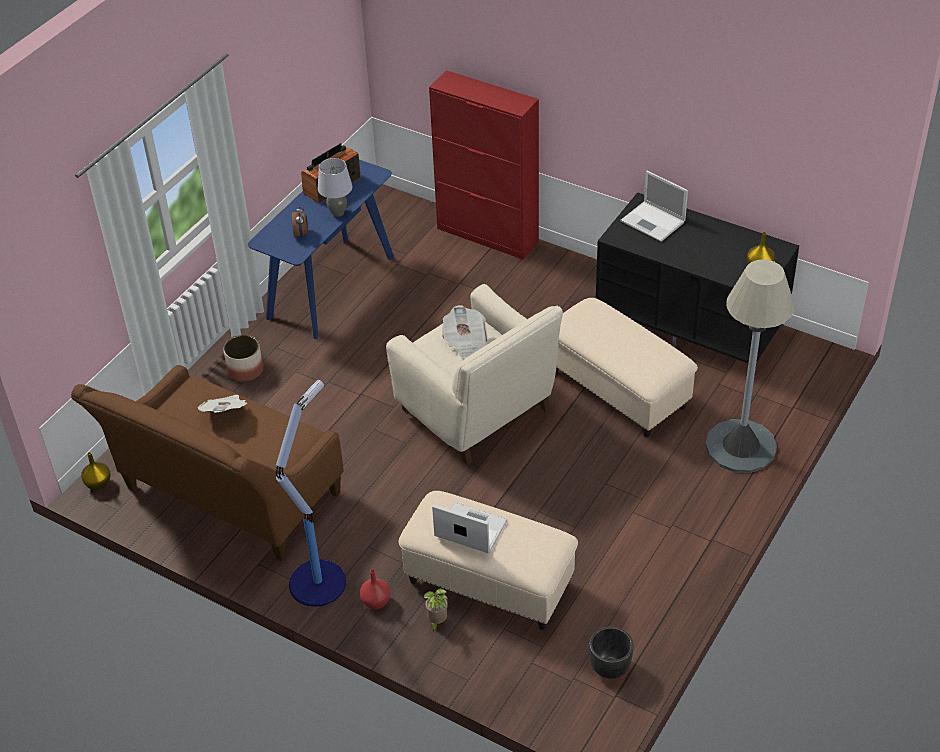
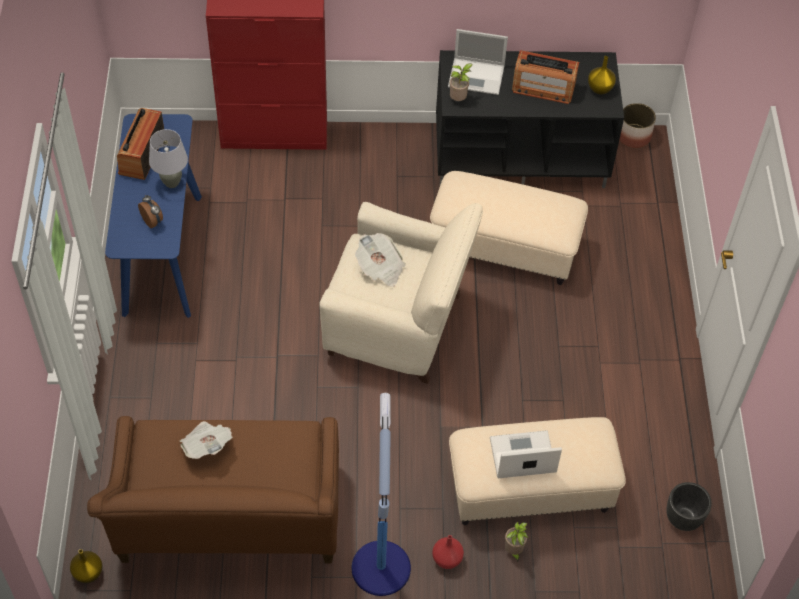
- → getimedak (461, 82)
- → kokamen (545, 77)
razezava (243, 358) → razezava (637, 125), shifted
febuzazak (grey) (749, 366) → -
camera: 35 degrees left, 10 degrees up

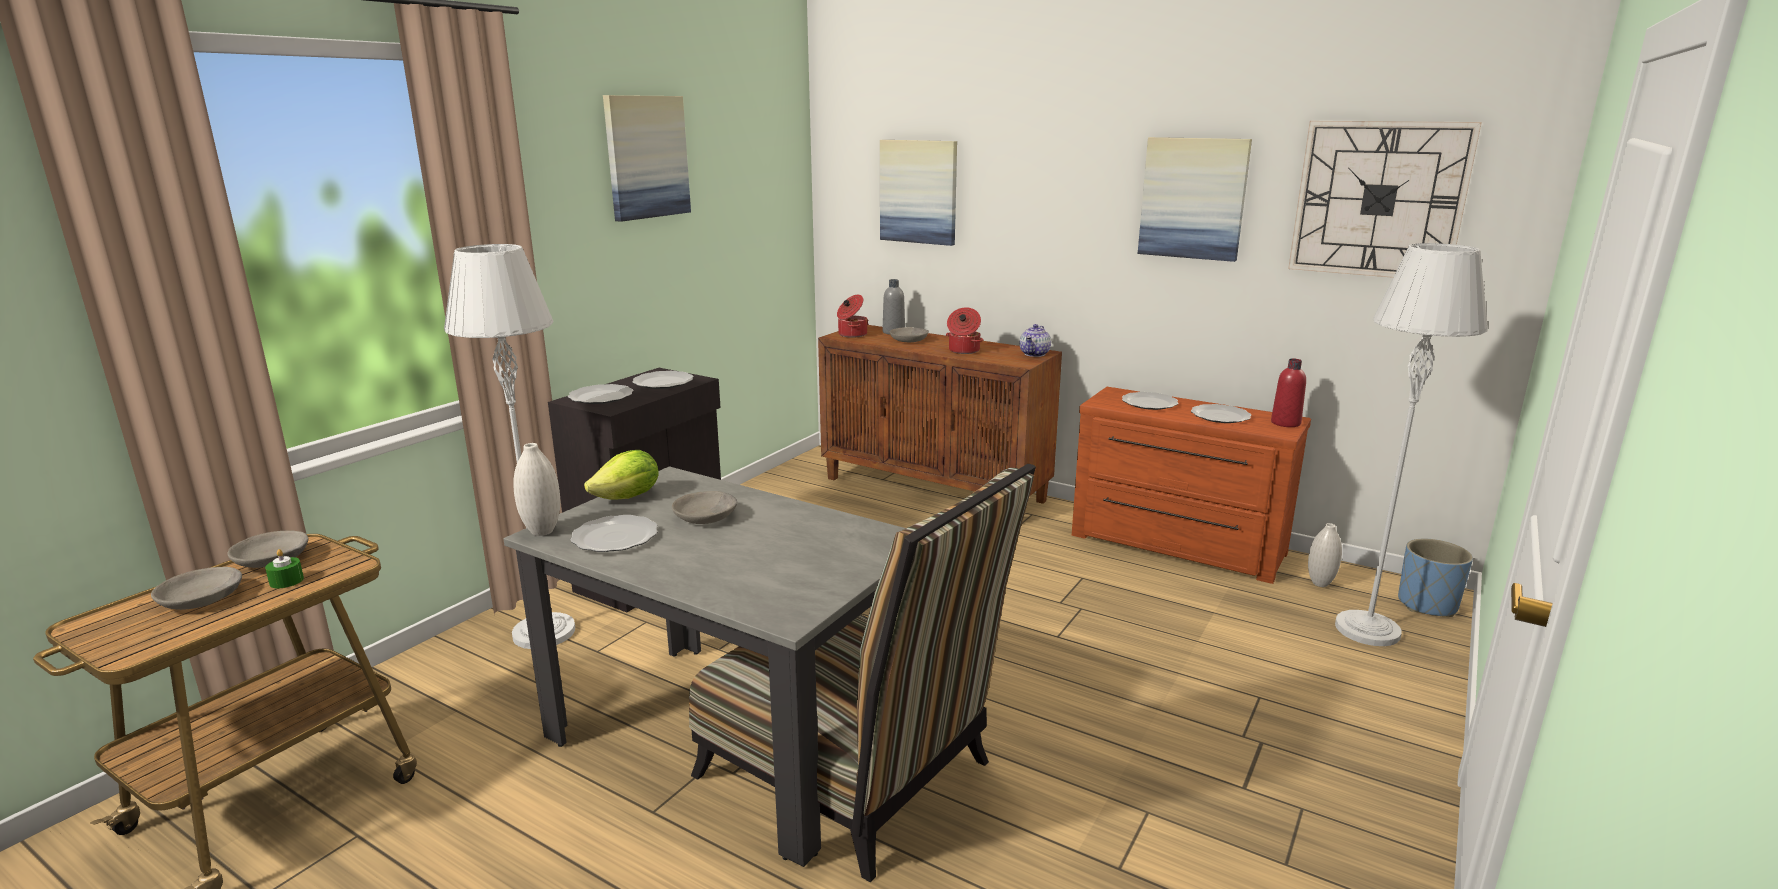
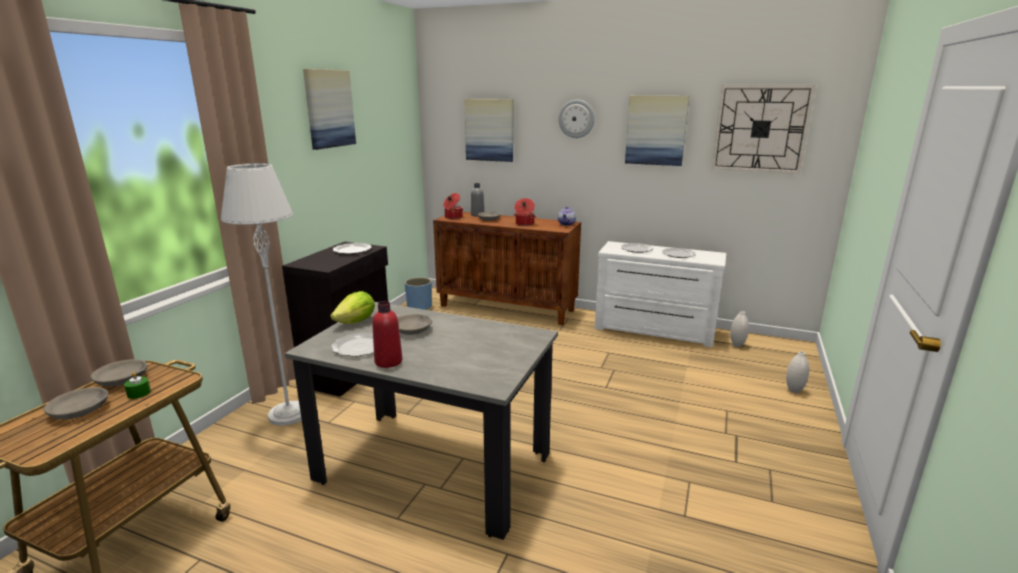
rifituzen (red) (1288, 393) → rifituzen (red) (387, 334), shifted
razezava (blue) (1435, 578) → razezava (blue) (418, 293), shifted
- → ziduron (577, 118)
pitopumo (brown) (1191, 485) → pitopumo (white) (660, 294)
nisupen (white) (536, 489) → nisupen (white) (797, 372), shifted
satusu (600, 394) → -
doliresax (862, 673) → -
febuzazak (grey) (1411, 444) → -
camera: 10 degrees left, 0 degrees up

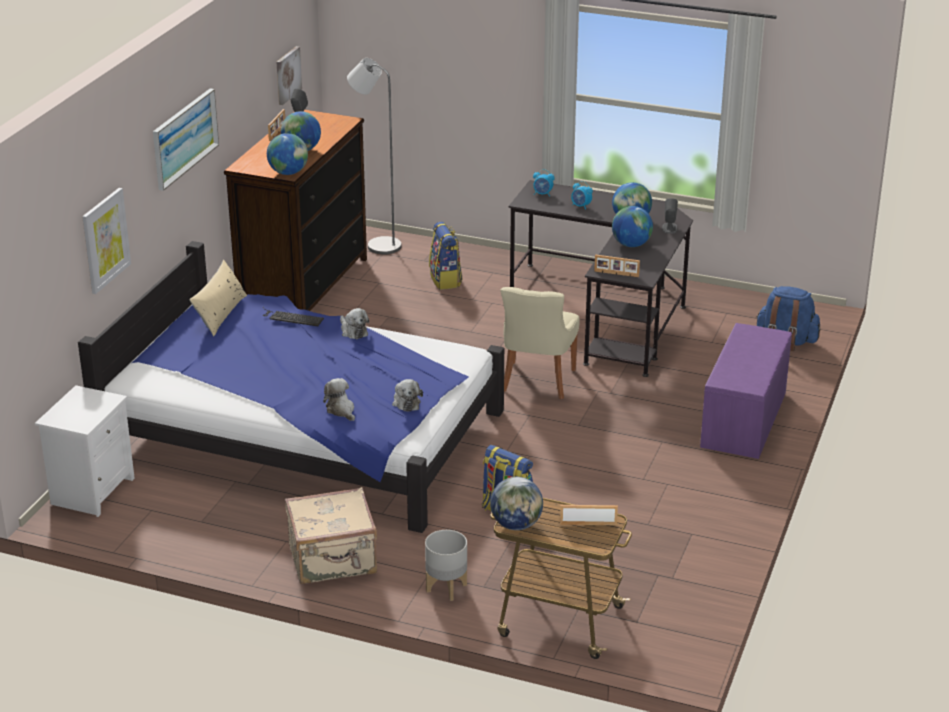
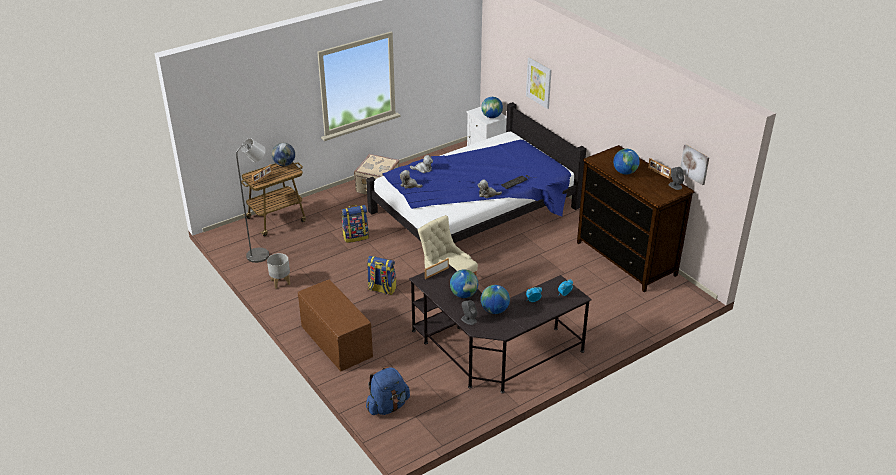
febuzazak (grey) (374, 156) → febuzazak (grey) (252, 200), shifted
razezava (grey) (446, 565) → razezava (grey) (278, 271), shifted
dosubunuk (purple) (746, 391) → dosubunuk (brown) (335, 325)
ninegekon (446, 256) → ninegekon (381, 275), shifted
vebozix (287, 154) → vebozix (492, 107), shifted
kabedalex (186, 139) → -
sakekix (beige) (218, 298) → -
camera: 125 degrees right, 5 degrees up

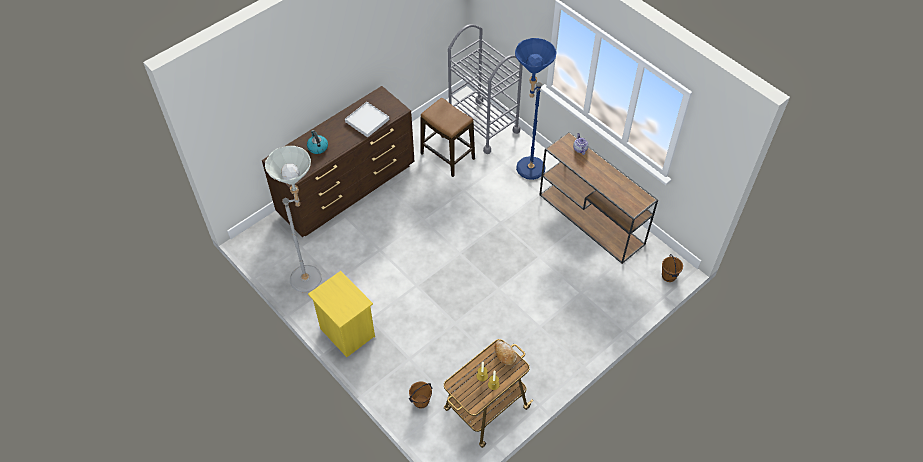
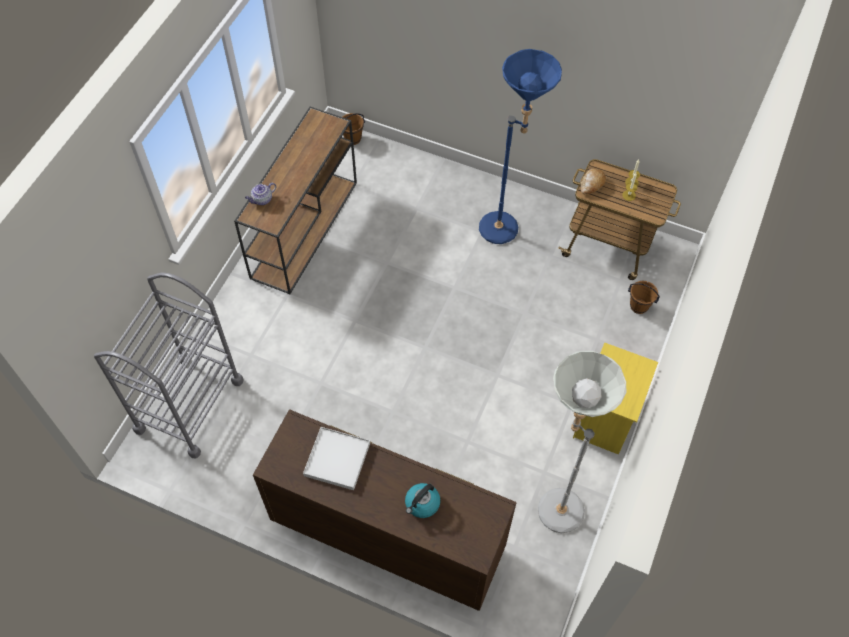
febuzazak (blue) (535, 109) → febuzazak (blue) (520, 146), shifted
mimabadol (447, 137) → -
camera: 115 degrees left, 5 degrees up

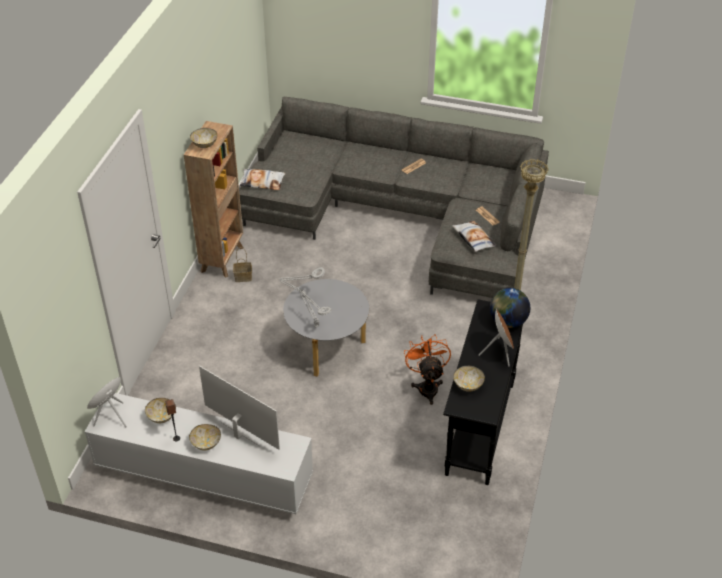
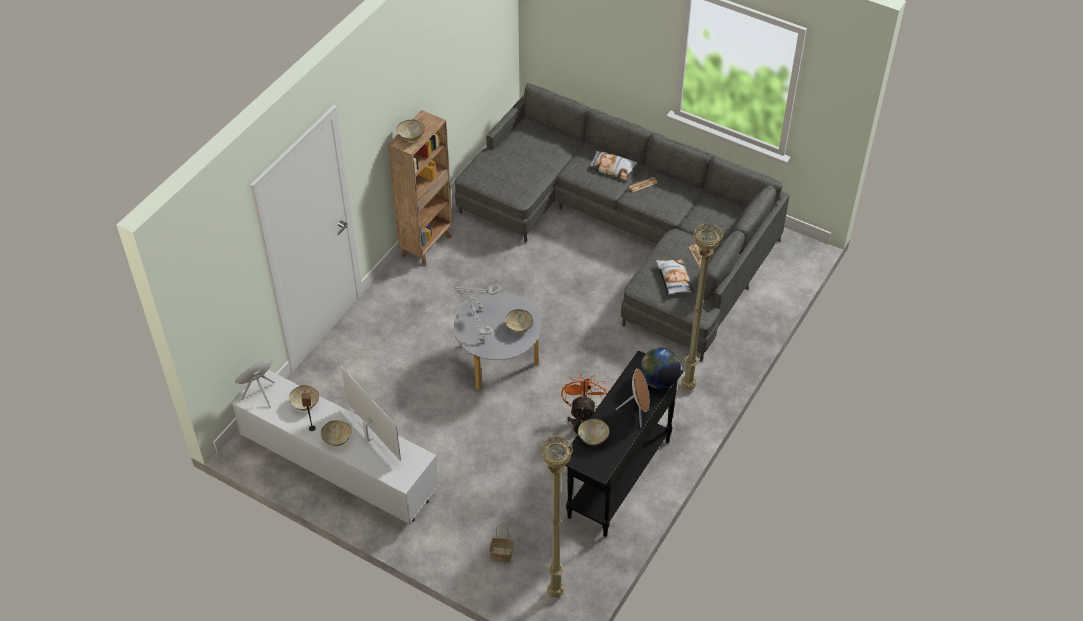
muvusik (242, 264) → muvusik (501, 544), shifted
- → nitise (519, 321)
- → febuzazak (beige) (556, 516)
sakekix (262, 179) → sakekix (612, 165), shifted
camera: 15 degrees right, 5 degrees up

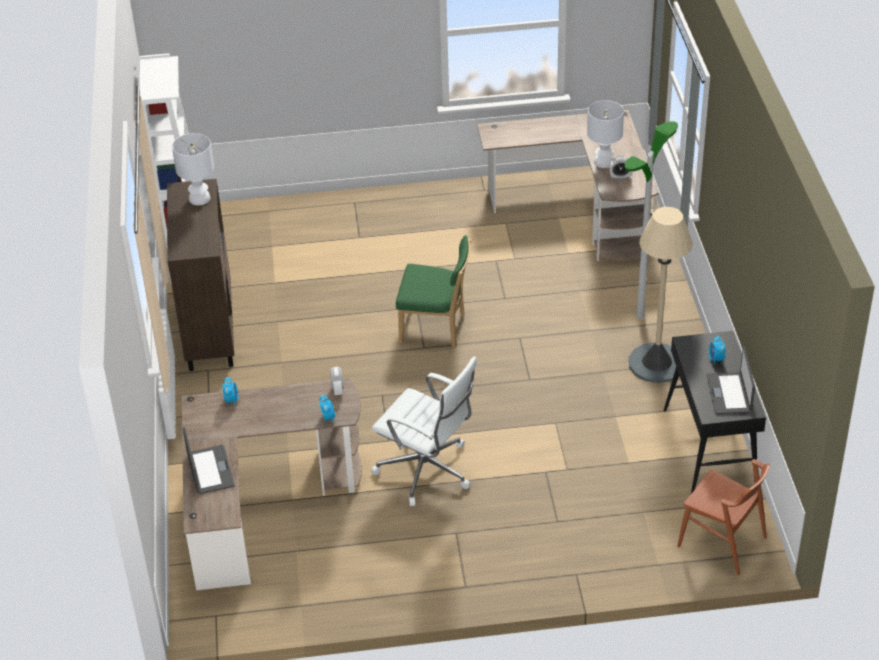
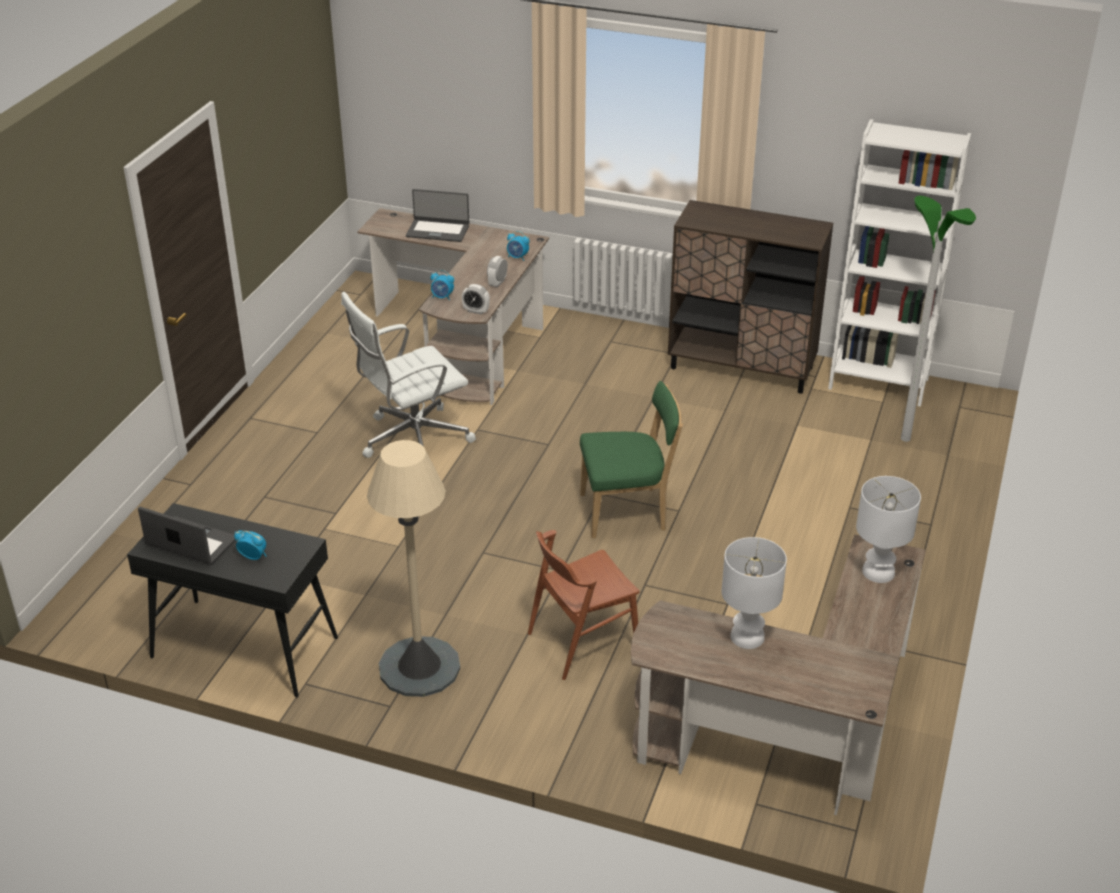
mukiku (620, 167) → mukiku (497, 271), shifted
doliresax (brown) (723, 517) → doliresax (brown) (584, 605), shifted
doliresax (green) (433, 291) → doliresax (green) (631, 459), 135 degrees counterclockwise
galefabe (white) (193, 169) → galefabe (white) (888, 529), shifted
febuzazak (651, 221) → febuzazak (938, 319), shifted
camera: 115 degrees right, 5 degrees down

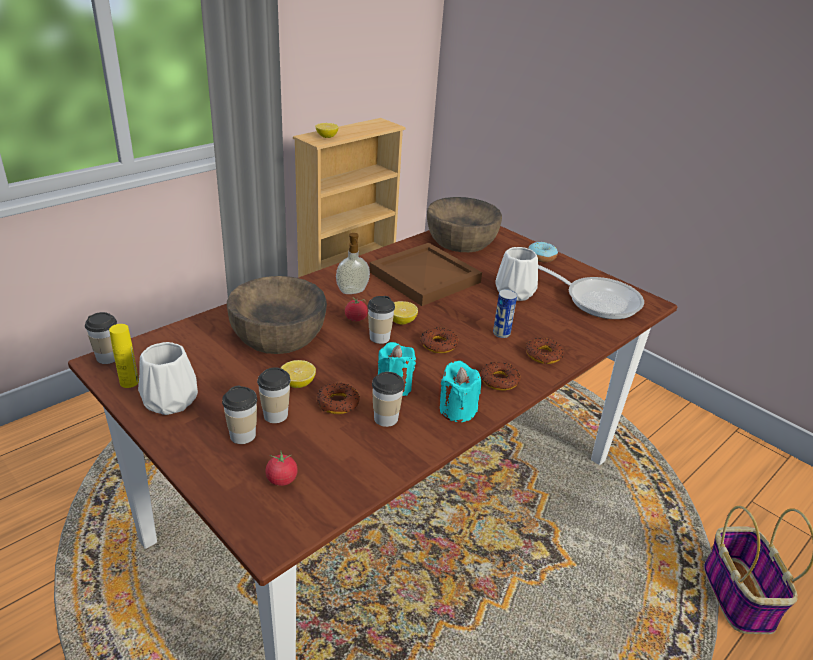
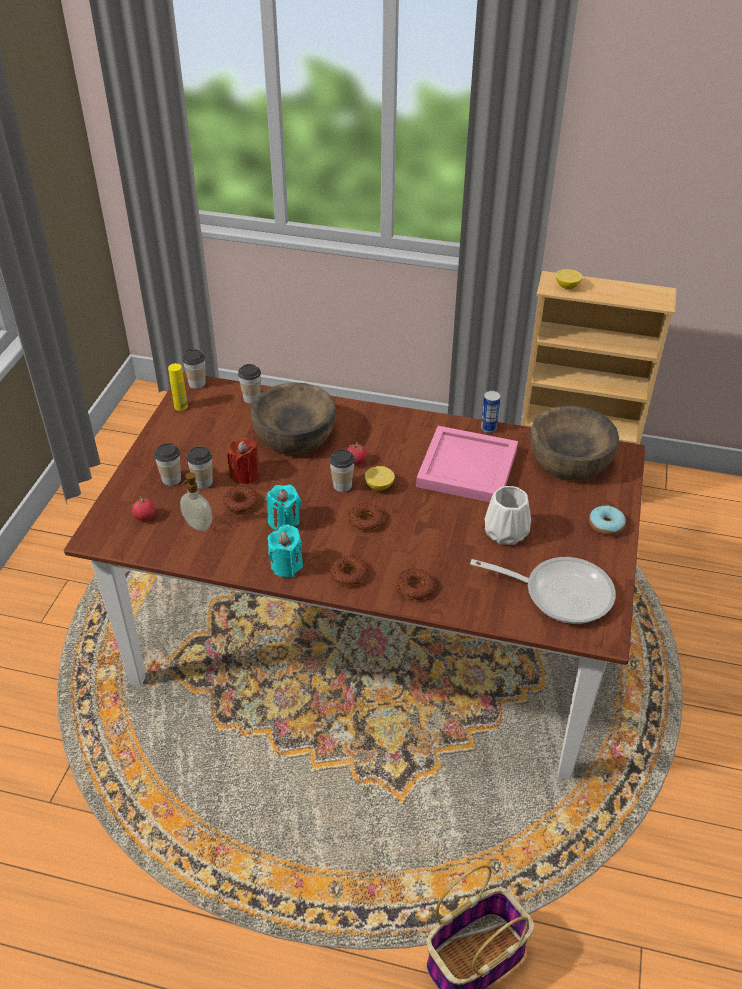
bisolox (353, 263) → bisolox (196, 501), shifted
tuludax (298, 374) → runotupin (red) (243, 461)
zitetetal (388, 399) → zitetetal (249, 384), shifted
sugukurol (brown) (426, 274) → sugukurol (pink) (467, 464)
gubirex (591, 292) → gubirex (543, 590), 75 degrees counterclockwise
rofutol (505, 313) → rofutol (490, 412), shifted
nisupen (white) (168, 378) → -
camera: 60 degrees right, 10 degrees up

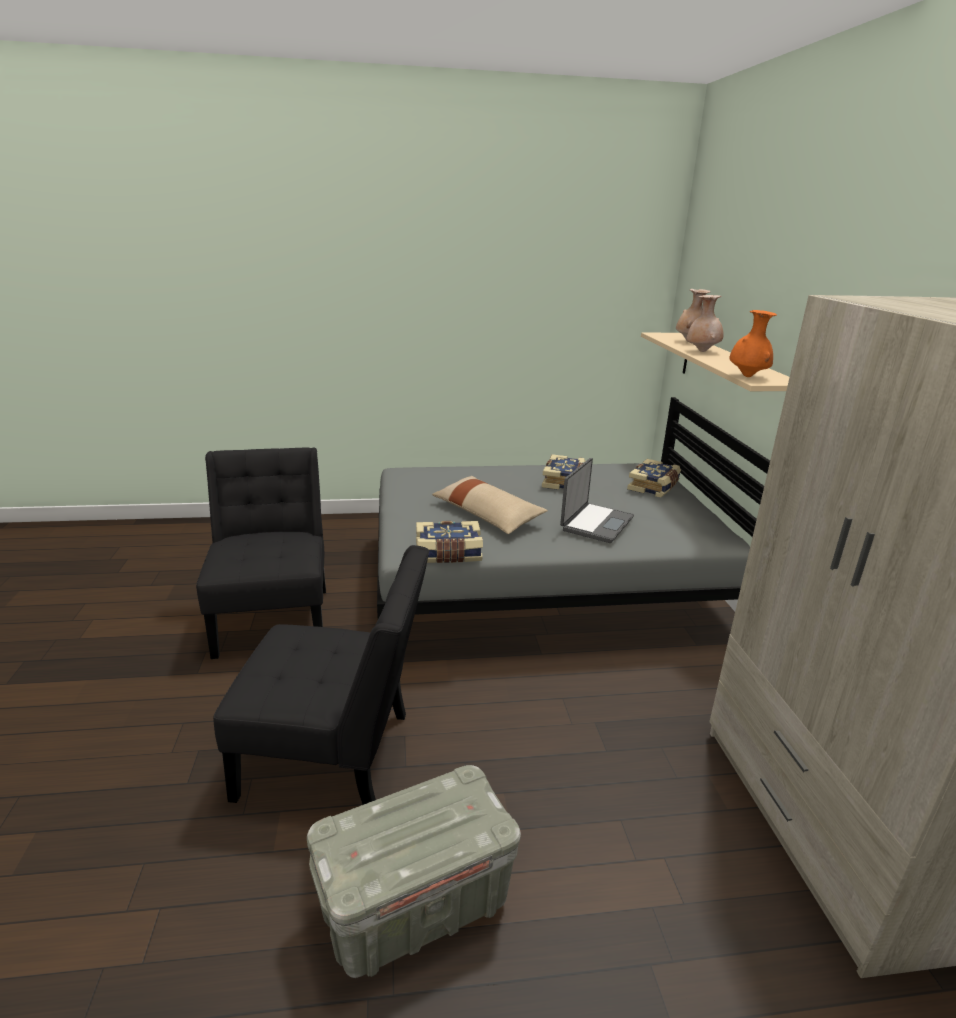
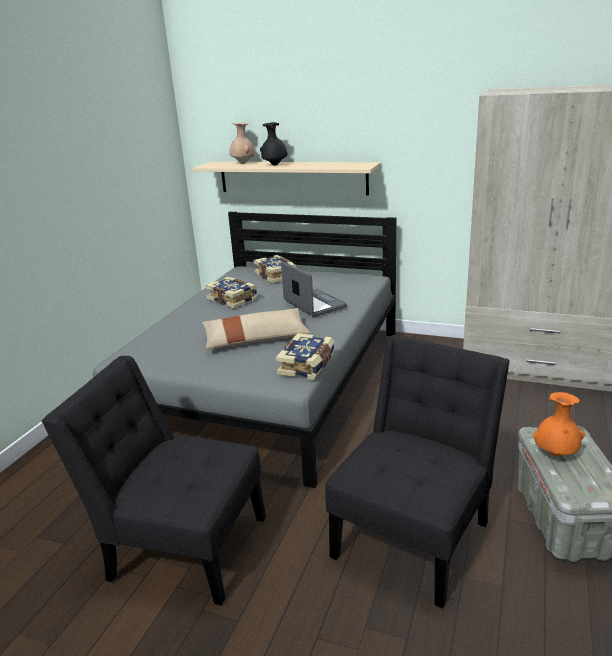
nisupen (beige) (705, 323) → nisupen (black) (273, 144)
nisupen (orange) (753, 343) → nisupen (orange) (559, 424), shifted
camera: 60 degrees left, 0 degrees up

